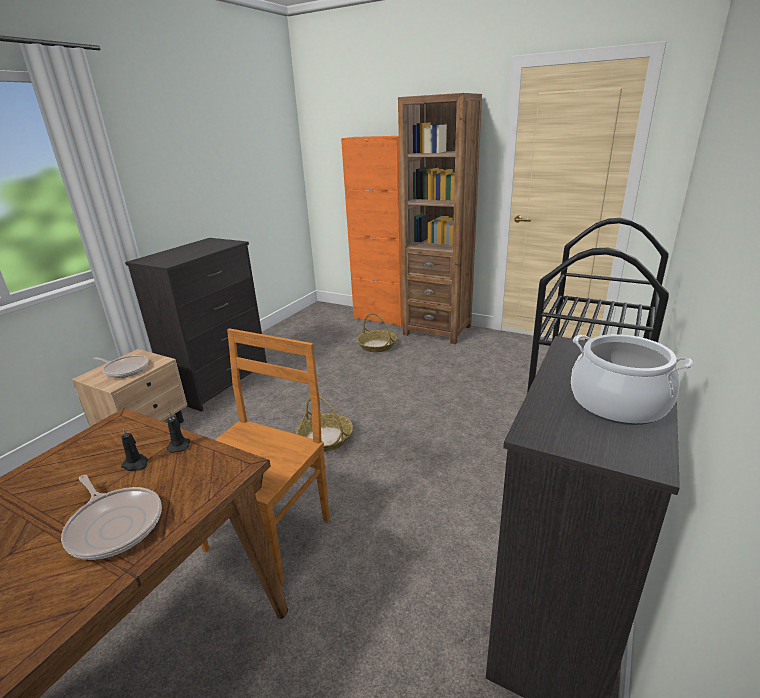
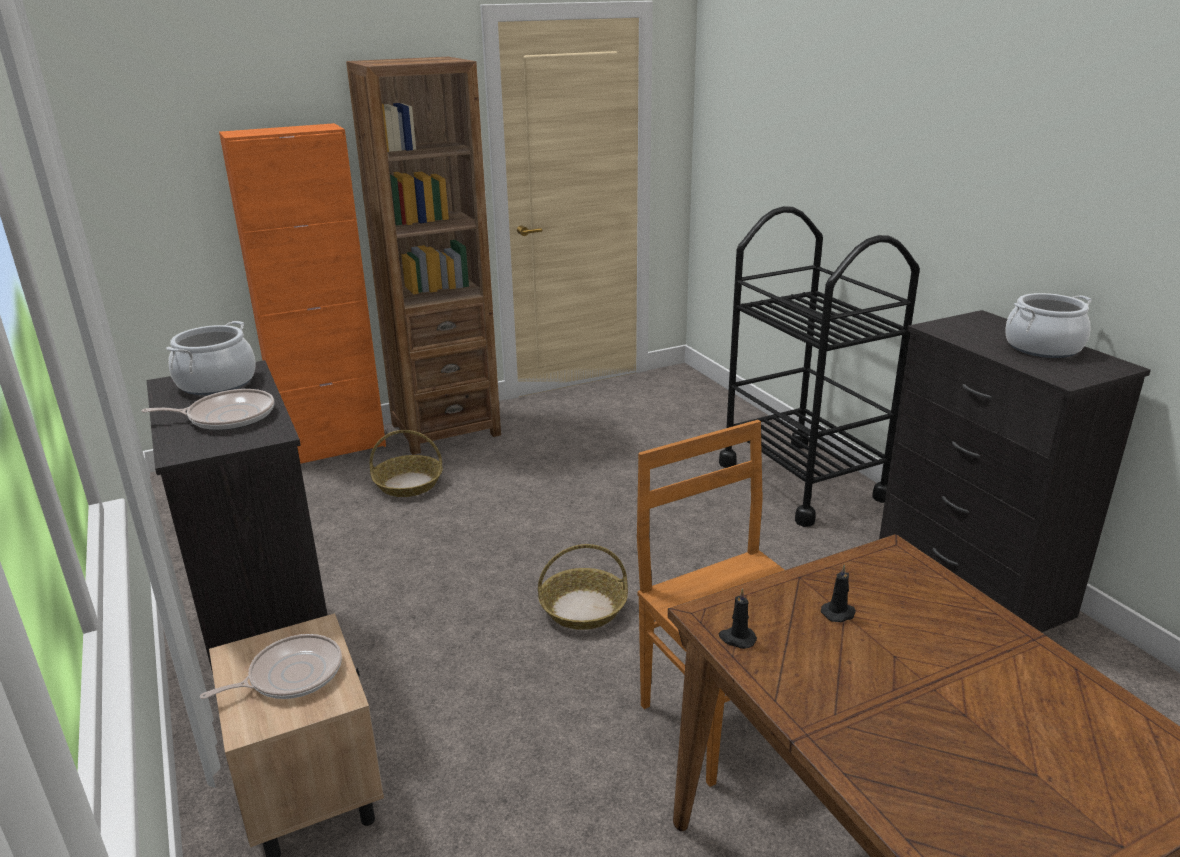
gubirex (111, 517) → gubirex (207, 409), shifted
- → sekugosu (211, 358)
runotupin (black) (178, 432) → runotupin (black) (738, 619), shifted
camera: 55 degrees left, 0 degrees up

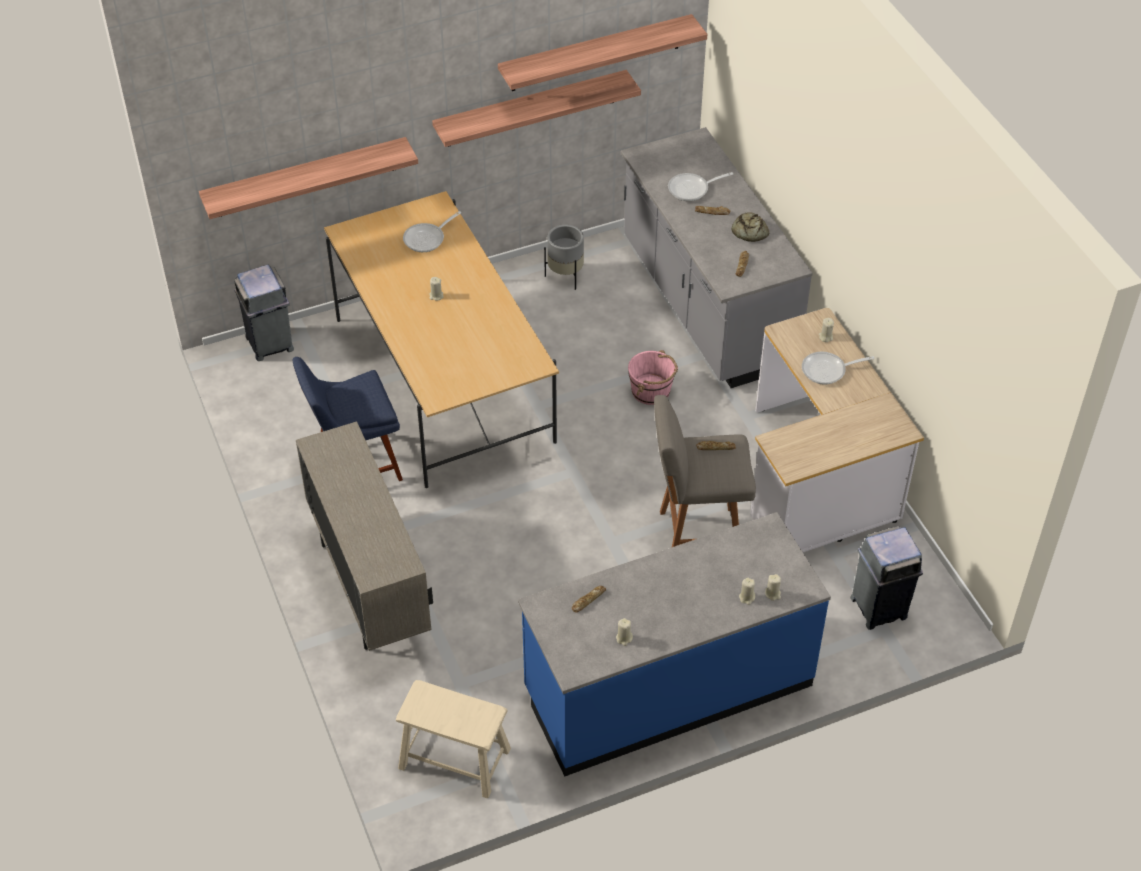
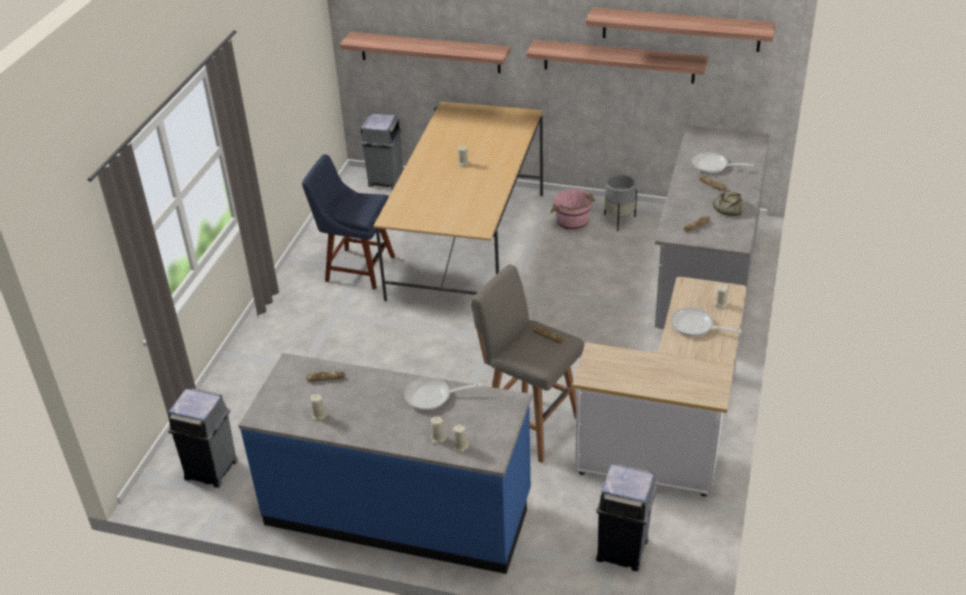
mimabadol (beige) (453, 739) → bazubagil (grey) (203, 438)
gubirex (432, 231) → gubirex (443, 393), shifted
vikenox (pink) (653, 377) → vikenox (pink) (572, 210), shifted
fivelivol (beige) (364, 536) → -
camera: 40 degrees right, 10 degrees down

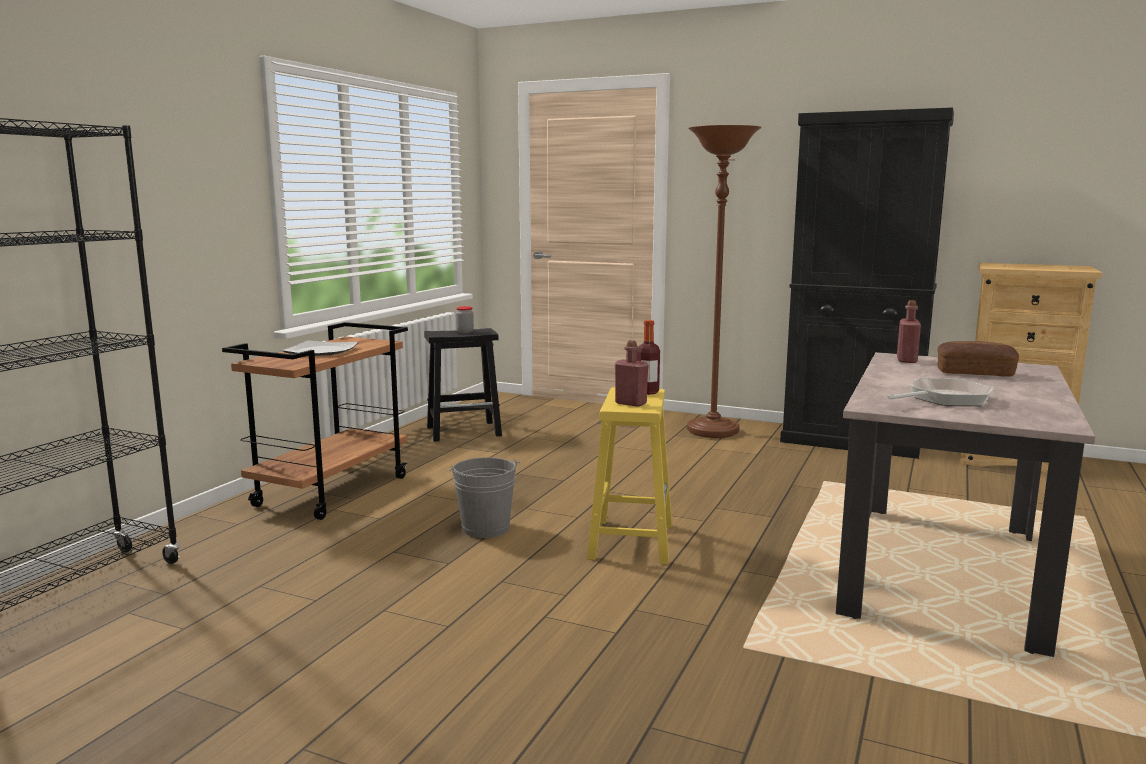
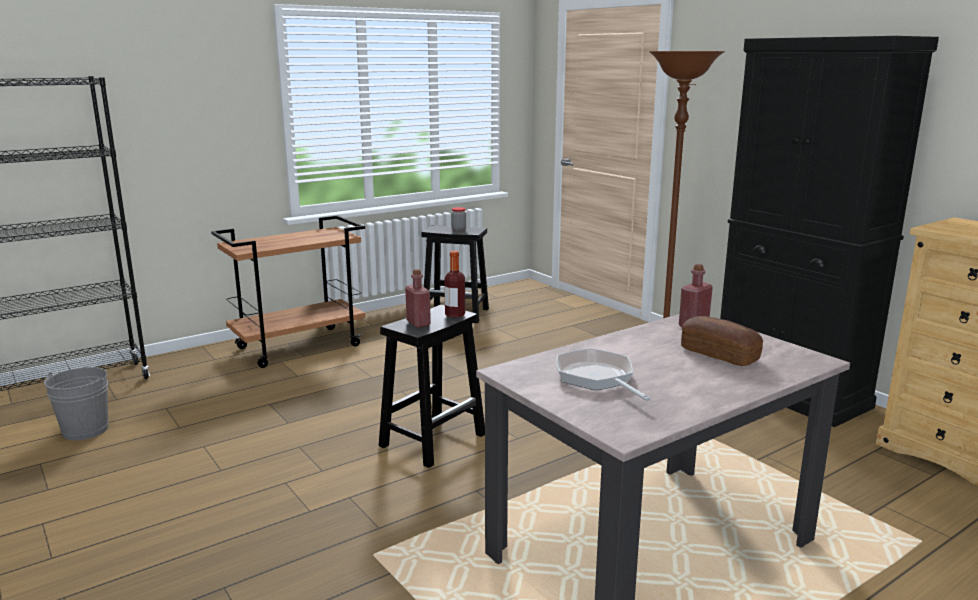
vikenox (grey) (484, 497) → vikenox (grey) (76, 403), shifted
mimabadol (yellow) (629, 476) → mimabadol (black) (432, 386)
gubirex (940, 392) → gubirex (603, 375), 120 degrees counterclockwise
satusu (320, 348) → -
camera: 30 degrees right, 5 degrees up

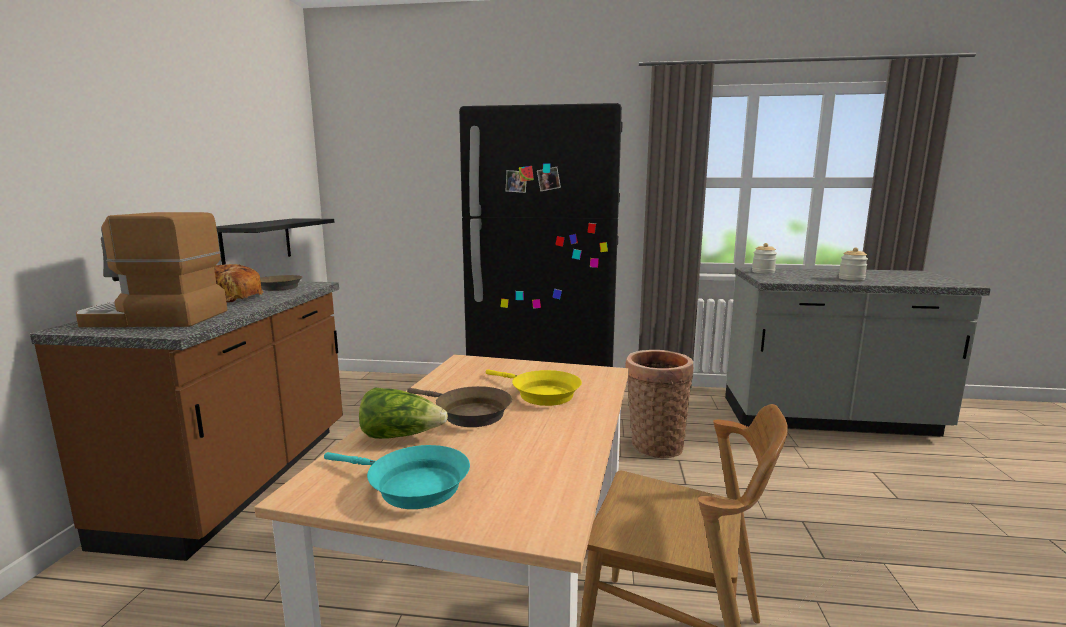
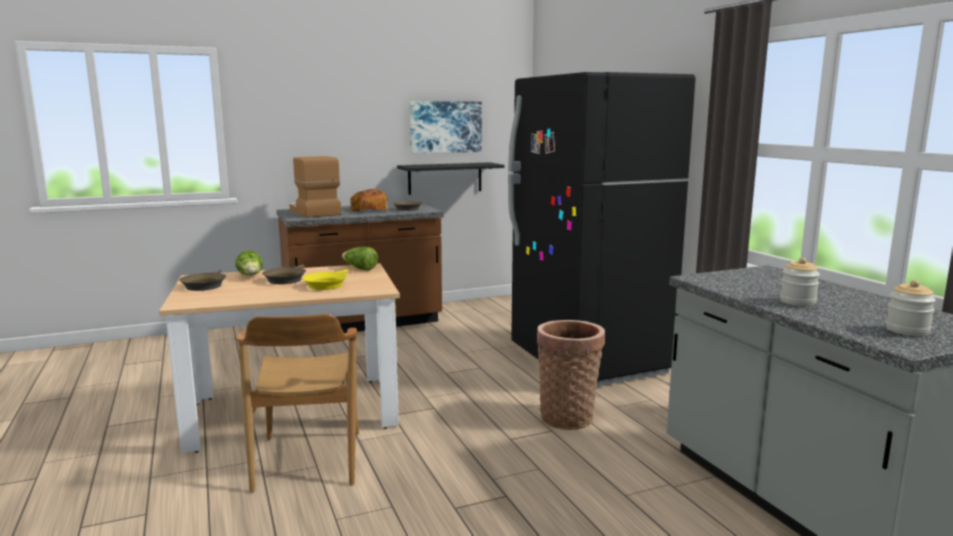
gubirex (turquoise) (397, 477) → gubirex (brown) (202, 280)
- → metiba (360, 259)
- → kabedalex (445, 127)
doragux (764, 258) → doragux (911, 308), shifted
camera: 60 degrees right, 0 degrees up

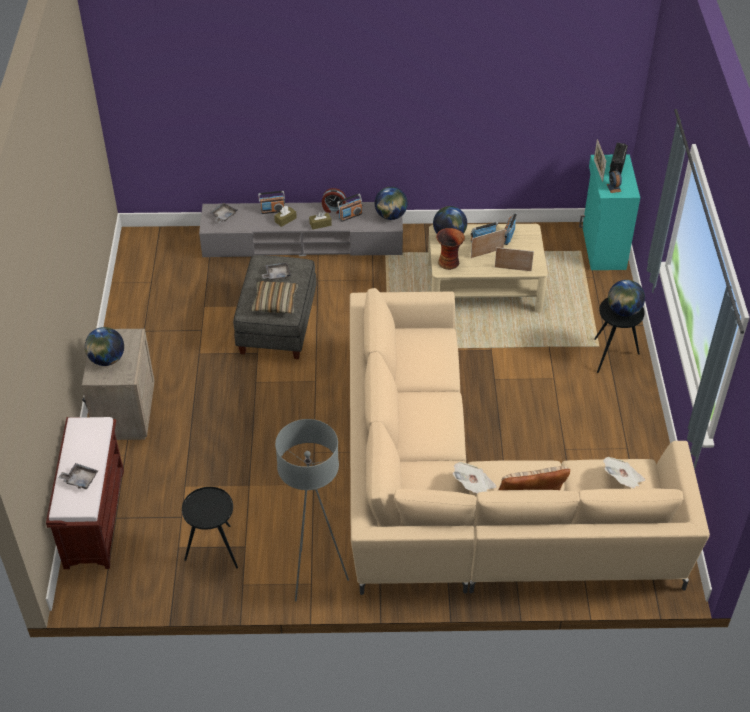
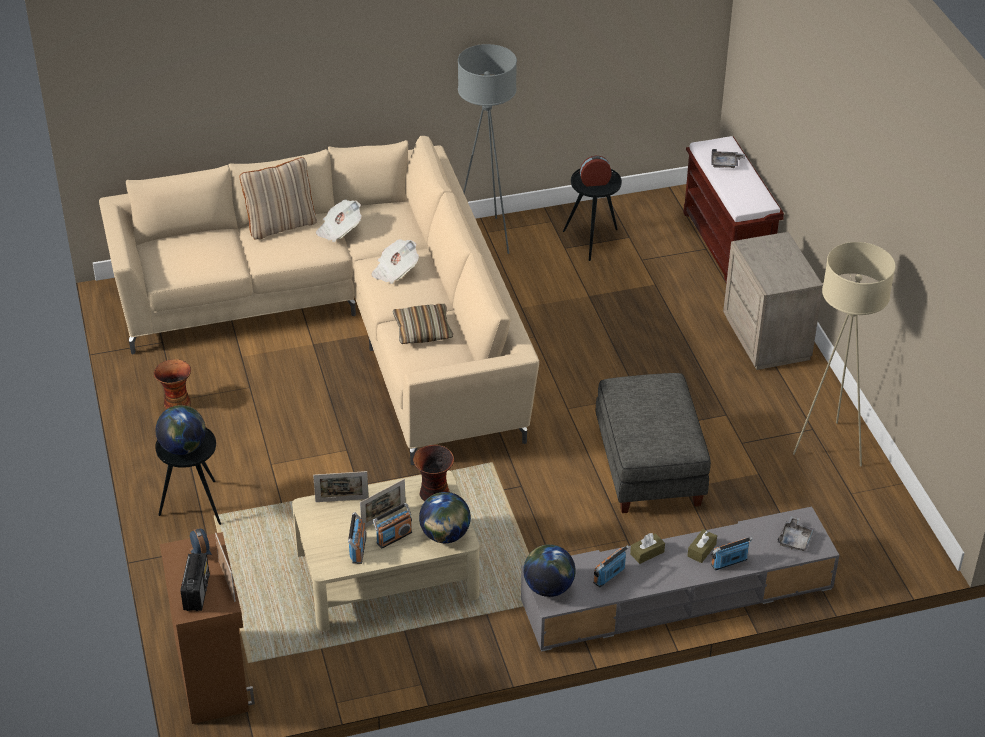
- → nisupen (172, 384)
fivelivol (turquoise) (609, 212) → fivelivol (brown) (207, 628)
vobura (624, 473) → vobura (395, 261), shifted
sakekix (274, 297) → sakekix (422, 324), shifted
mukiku (334, 201) → mukiku (596, 171), shifted
- → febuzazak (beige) (844, 354)
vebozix (104, 346) → -
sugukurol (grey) (276, 271) → -
camera: 165 degrees right, 5 degrees down

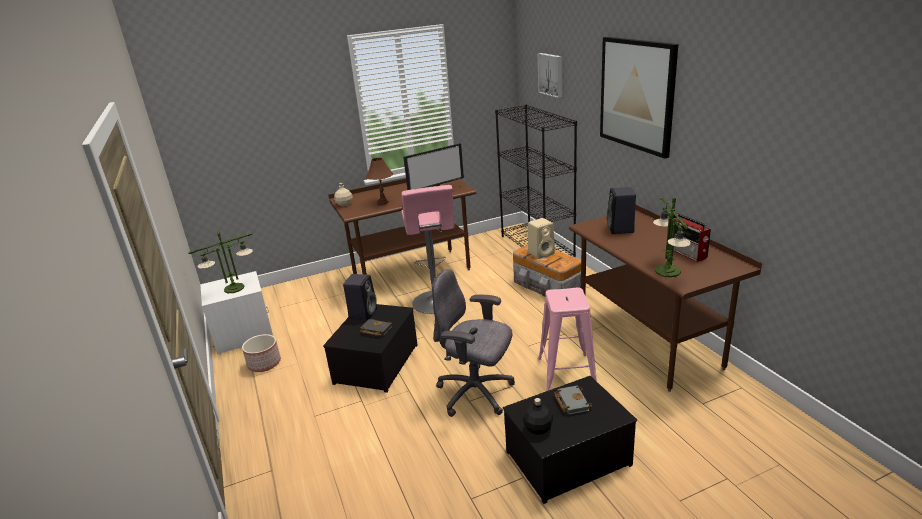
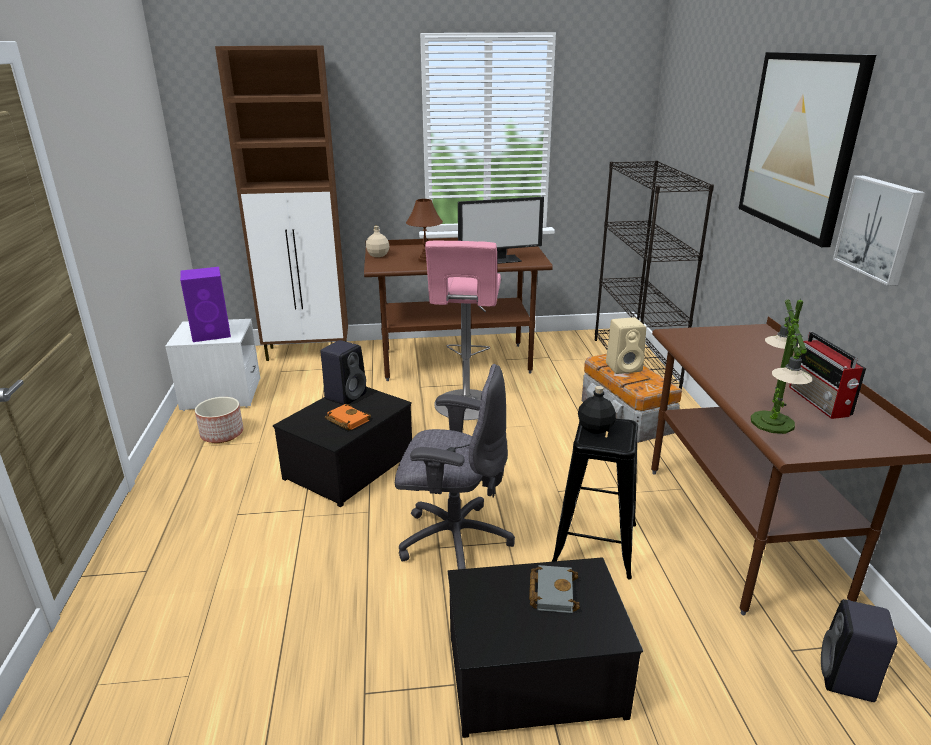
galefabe (220, 262) → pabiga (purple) (205, 304)
- → fivelivol (brown) (281, 203)
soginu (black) (376, 328) → soginu (orange) (348, 417)
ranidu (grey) (473, 343) → ranidu (grey) (455, 466), 150 degrees clockwise
mimabadol (pink) (567, 339) → mimabadol (black) (595, 499)
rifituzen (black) (538, 416) → rifituzen (black) (597, 410), shifted
pabiga (black) (621, 210) → pabiga (black) (859, 650), shifted
kabedalex (550, 75) → kabedalex (879, 230), shifted
camera: 15 degrees right, 0 degrees up

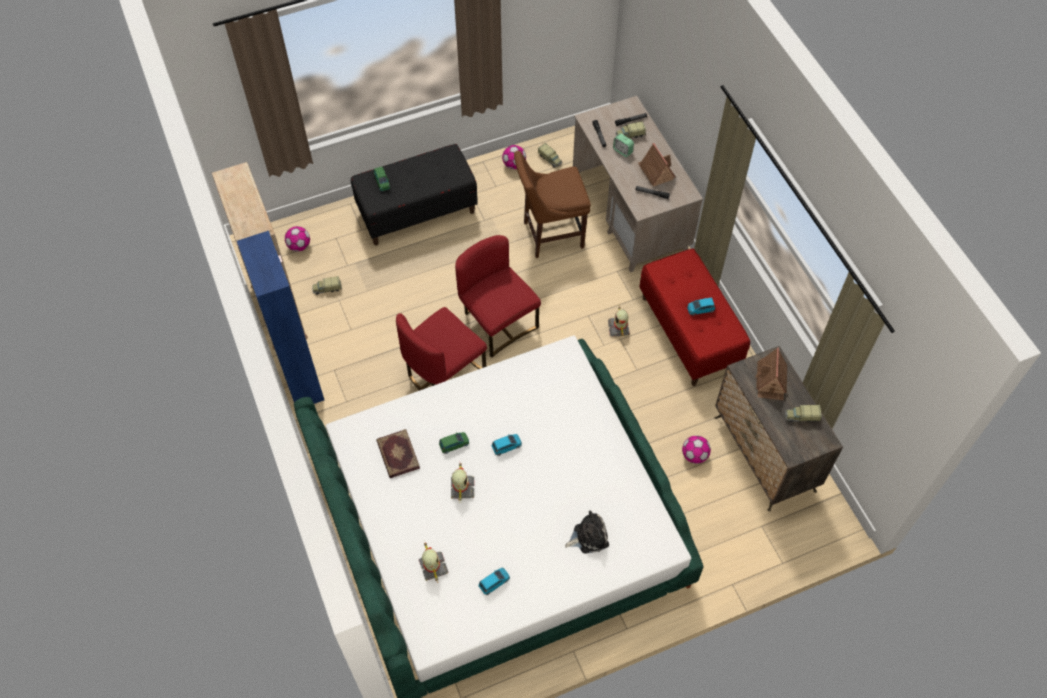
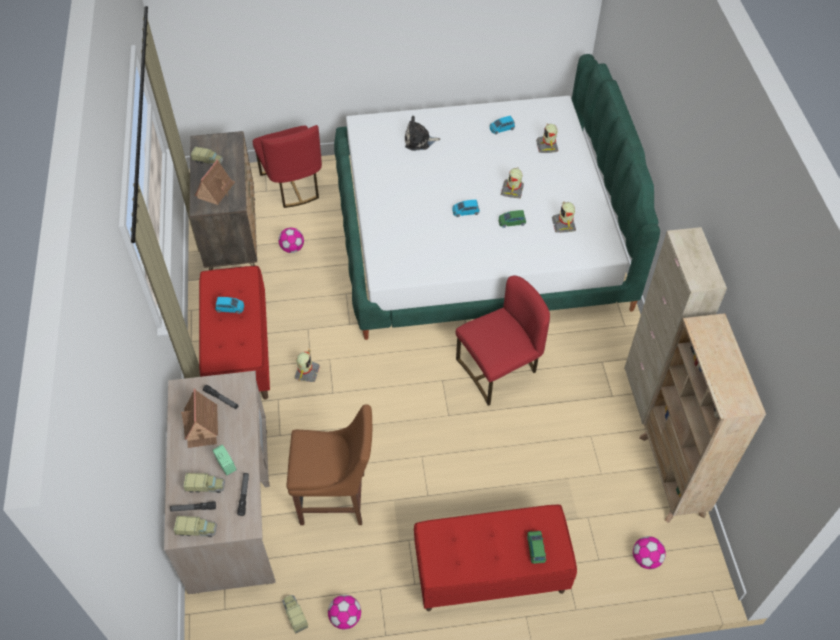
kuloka (327, 285) → kuloka (195, 526), shifted
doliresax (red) (498, 296) → doliresax (red) (287, 166), shifted
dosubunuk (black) (414, 194) → dosubunuk (red) (495, 558)
soginu (398, 453) → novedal (564, 217)
fivelivol (blue) (280, 317) → fivelivol (beige) (675, 325)
camera: 165 degrees left, 5 degrees down

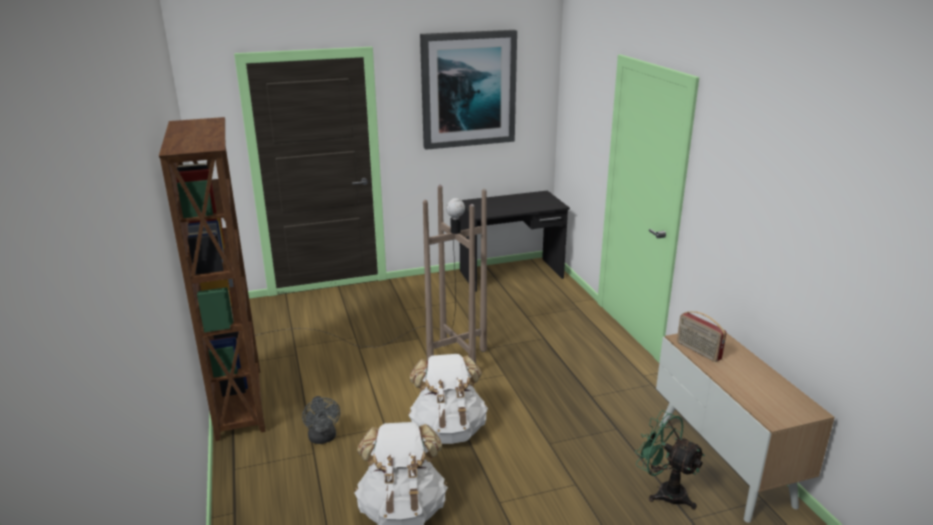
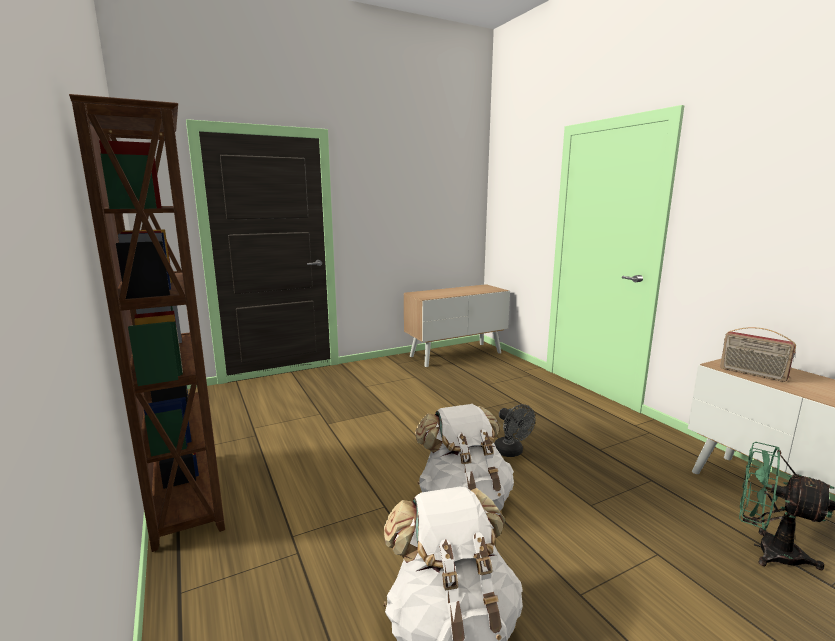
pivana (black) (515, 241) → fivelivol (457, 325)
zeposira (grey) (321, 420) → zeposira (grey) (514, 430), shifted
febuzazak (brown) (371, 274) → -
kabedalex (468, 90) → -
camera: 10 degrees left, 10 degrees down

